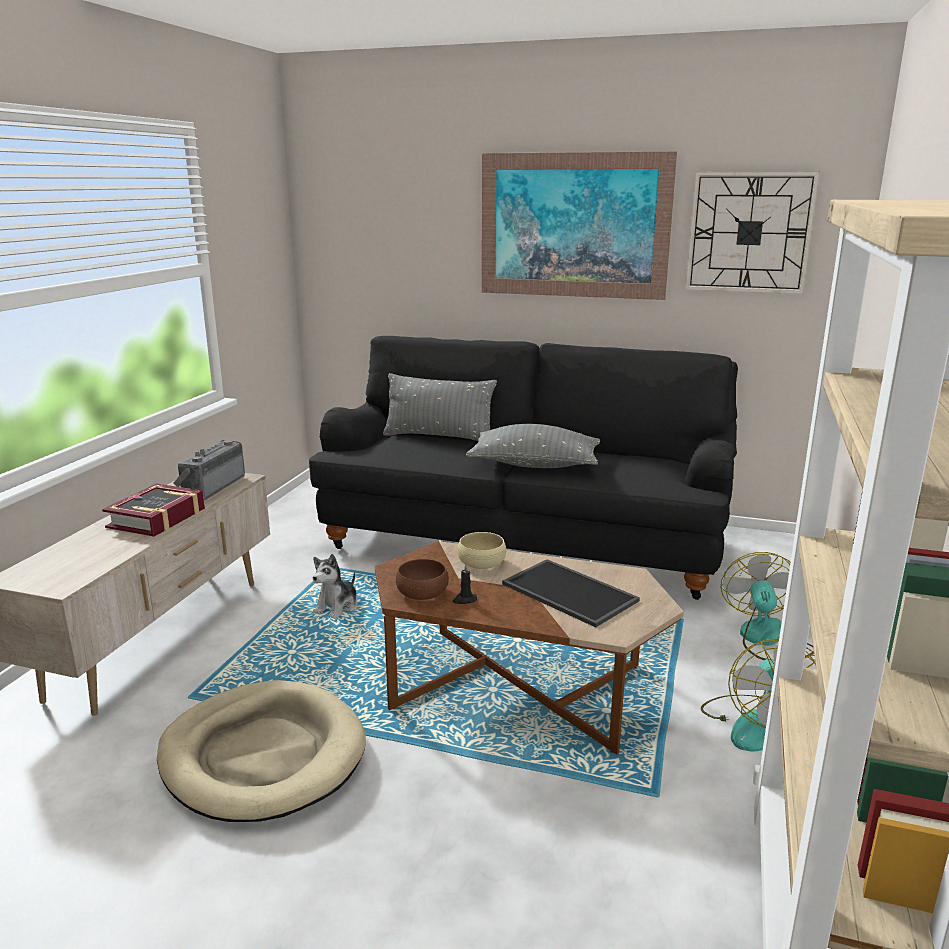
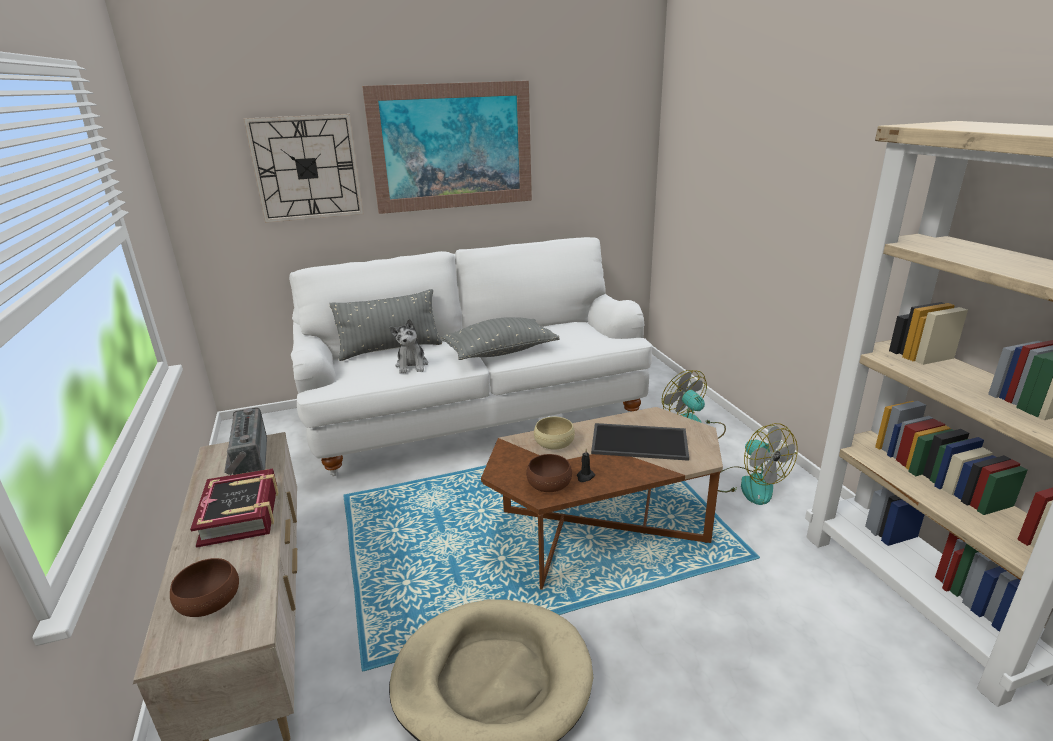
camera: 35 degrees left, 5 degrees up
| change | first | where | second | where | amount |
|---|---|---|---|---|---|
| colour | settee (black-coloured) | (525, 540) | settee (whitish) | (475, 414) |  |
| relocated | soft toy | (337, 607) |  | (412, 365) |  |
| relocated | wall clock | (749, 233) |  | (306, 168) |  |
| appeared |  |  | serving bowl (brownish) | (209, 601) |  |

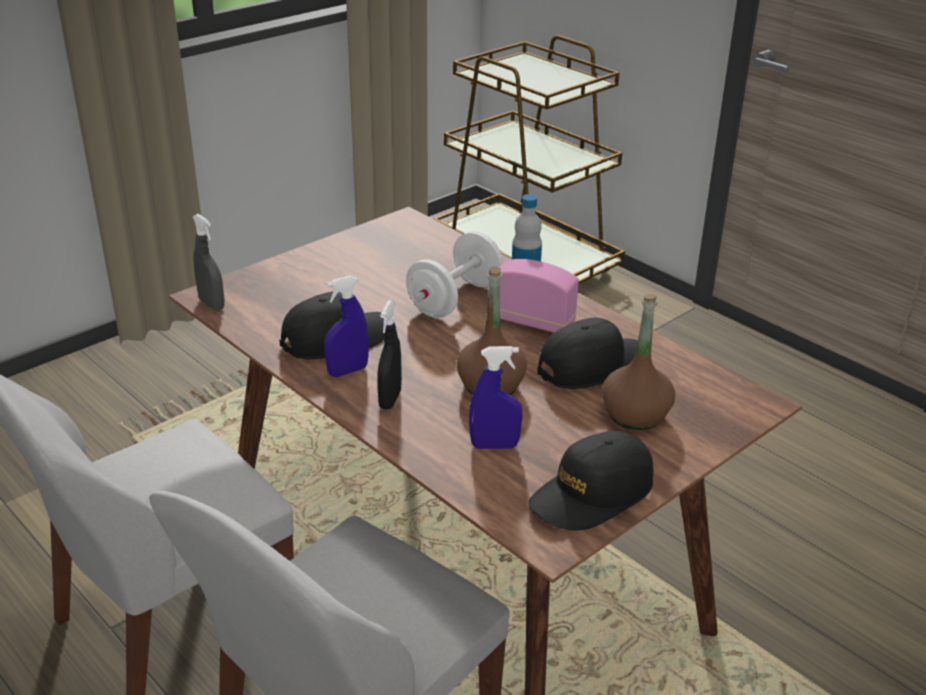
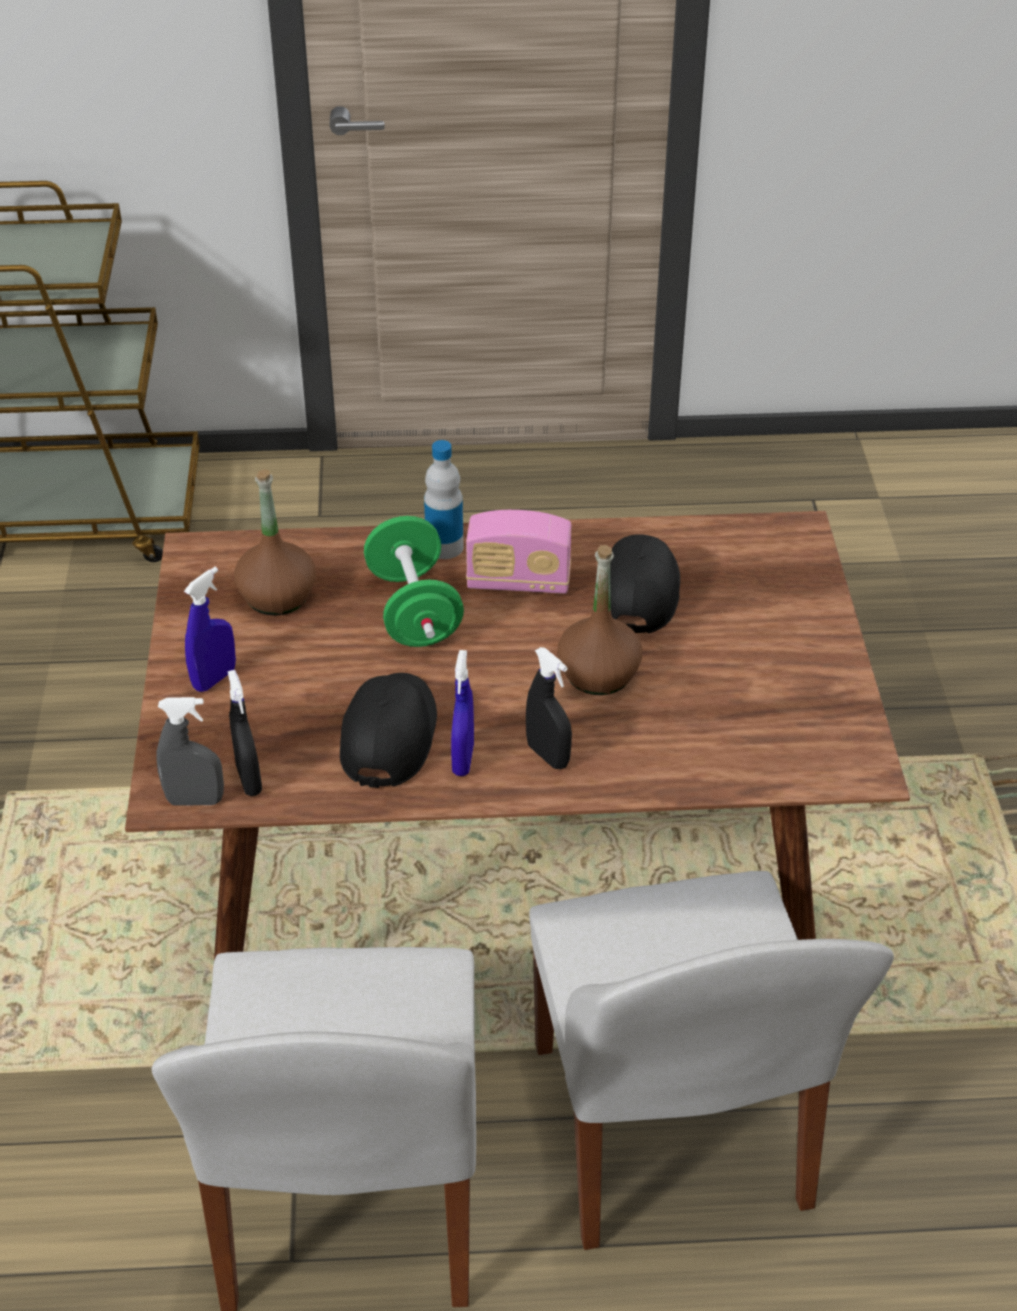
camera: 50 degrees left, 10 degrees up
| change | first | where | second | where | amount |
|---|---|---|---|---|---|
| colour | dumbbell (whitish) | (455, 299) | dumbbell (green-coloured) | (414, 610) |  |
| relocated | hand sprayer (blue) | (494, 446) |  | (214, 678) |  |
| spun | radio receiver | (532, 321) |  | (518, 582) | 150 degrees counterclockwise |
| missing | baseball cap (black-coloured) | (591, 494) |  |  |  |
| relocated | drink bottle (brownish) | (635, 414) |  | (277, 596) |  |
| appeared |  |  | hand sprayer (black-coloured) | (249, 780) |  |

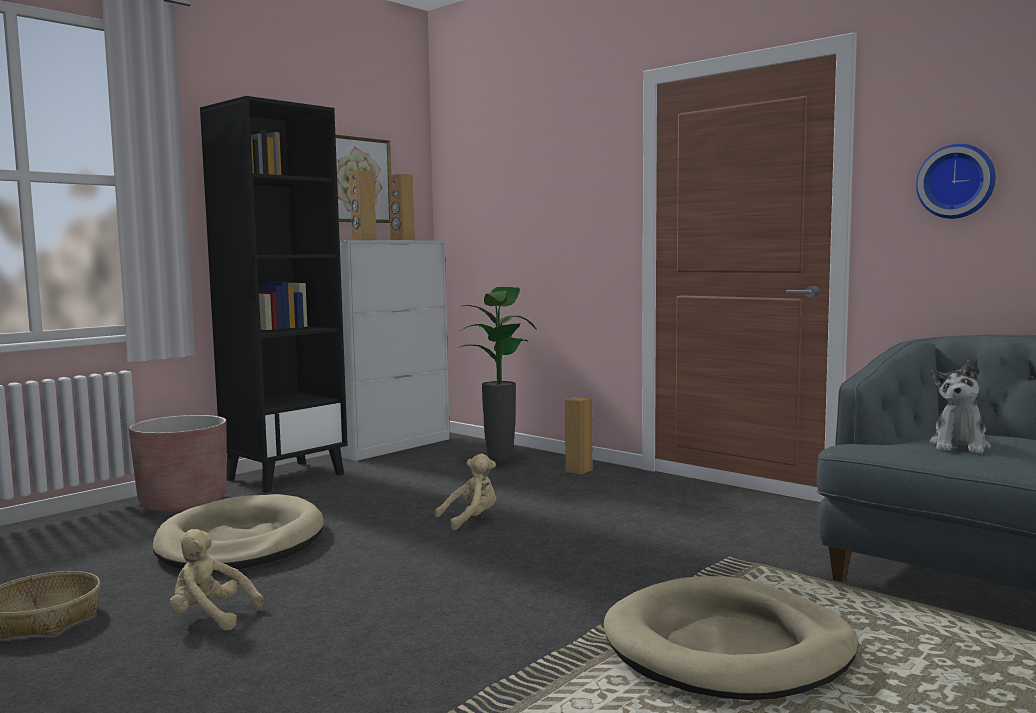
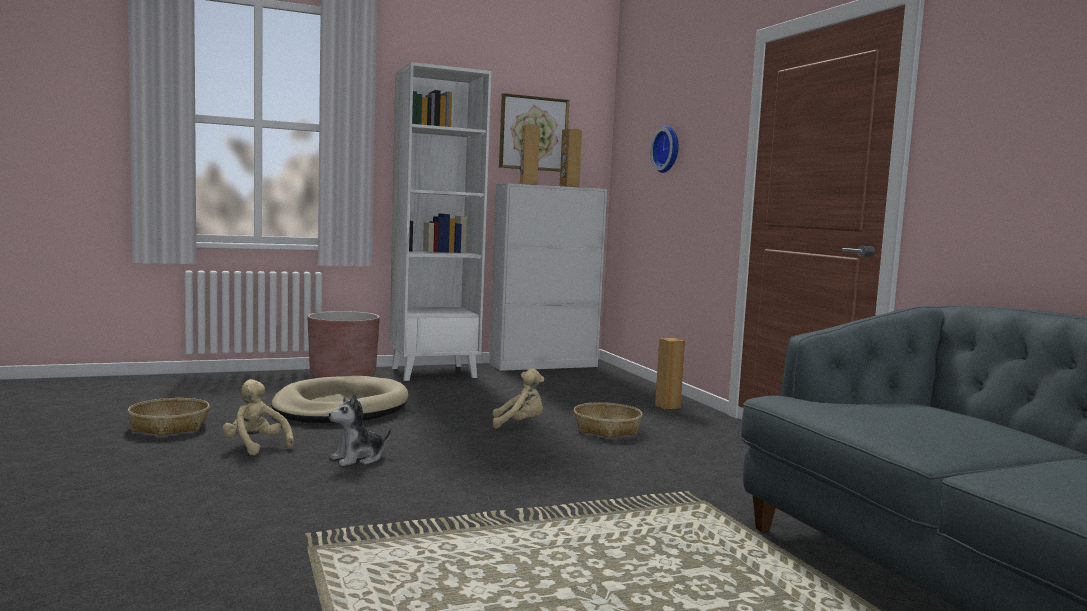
camera: 25 degrees right, 0 degrees up
| change | first | where | second | where | amount |
|---|---|---|---|---|---|
| colour | shelving unit (black-coloured) | (285, 476) | shelving unit (whitish) | (434, 372) |  |
| missing | houseplant | (501, 461) |  |  |  |
| missing | pet bed (sand-coloured) | (728, 647) |  |  |  |
| relocated | wall clock | (956, 181) |  | (668, 149) |  |
| relocated | soft toy | (959, 446) |  | (358, 459) |  |
| appeared |  |  | household basket | (607, 429) |  |

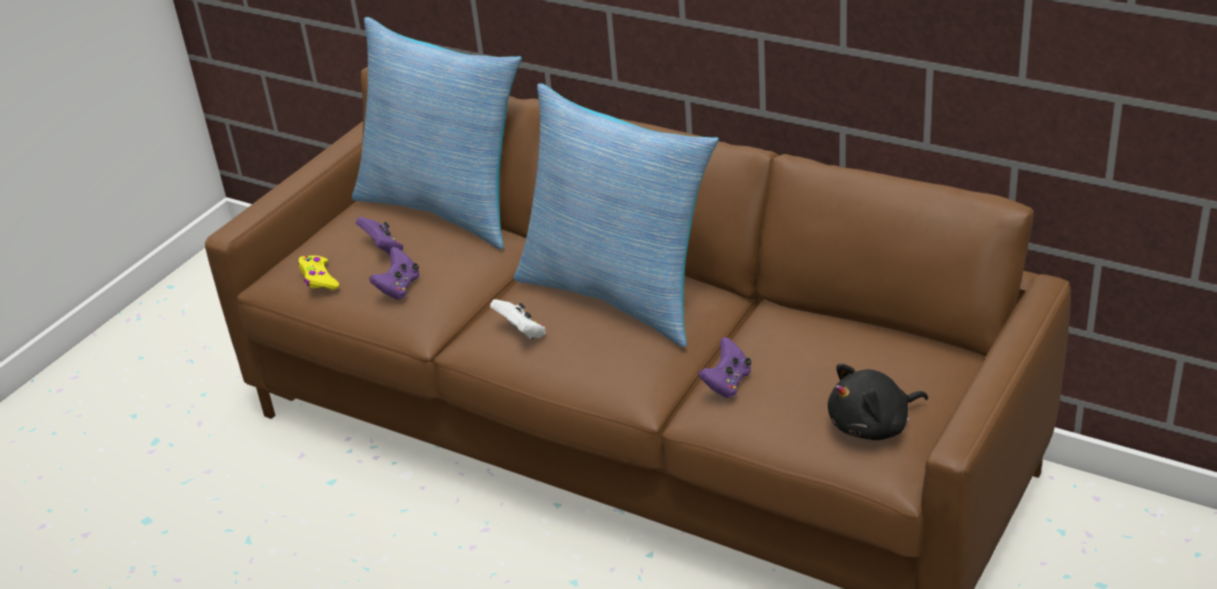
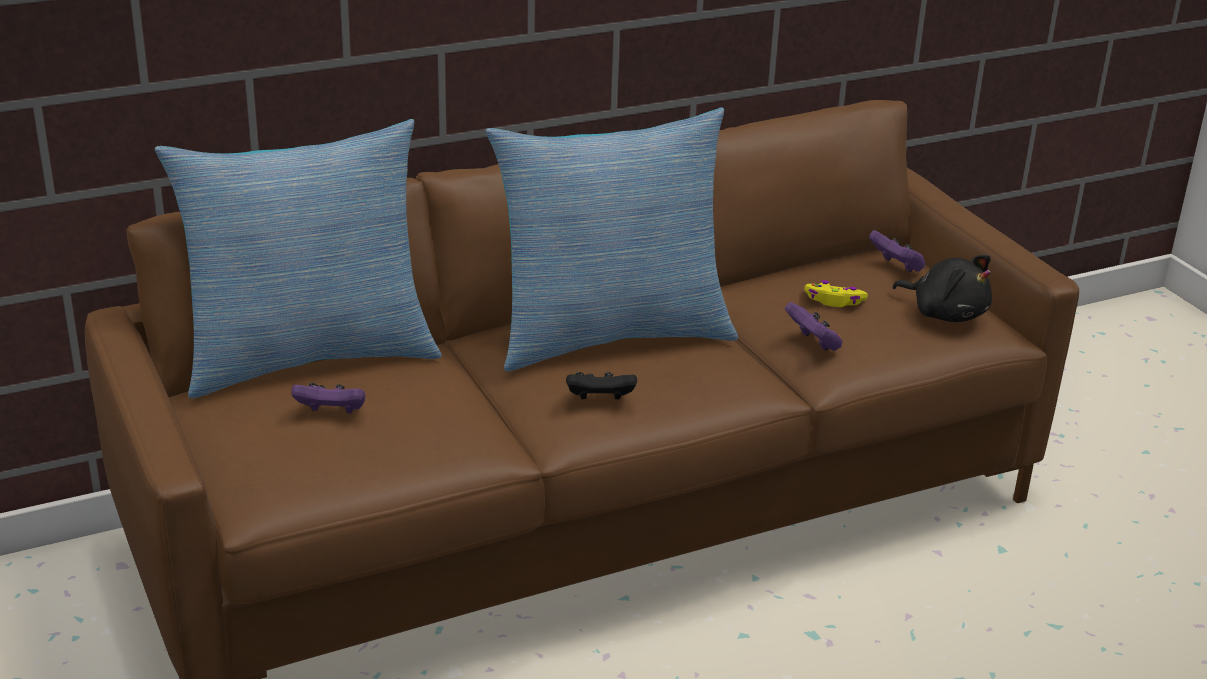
camera: 60 degrees left, 5 degrees down
| change | first | where | second | where | amount |
|---|---|---|---|---|---|
| relocated | joypad (yellow) | (318, 279) |  | (834, 301) |  |
| relocated | joypad (purplish) | (398, 288) |  | (897, 266) |  |
| colour | joypad (whitish) | (521, 333) | joypad (black-coloured) | (600, 400) |  |
| spun | soft toy (black-coloured) | (873, 426) |  | (945, 313) | 60 degrees counterclockwise |

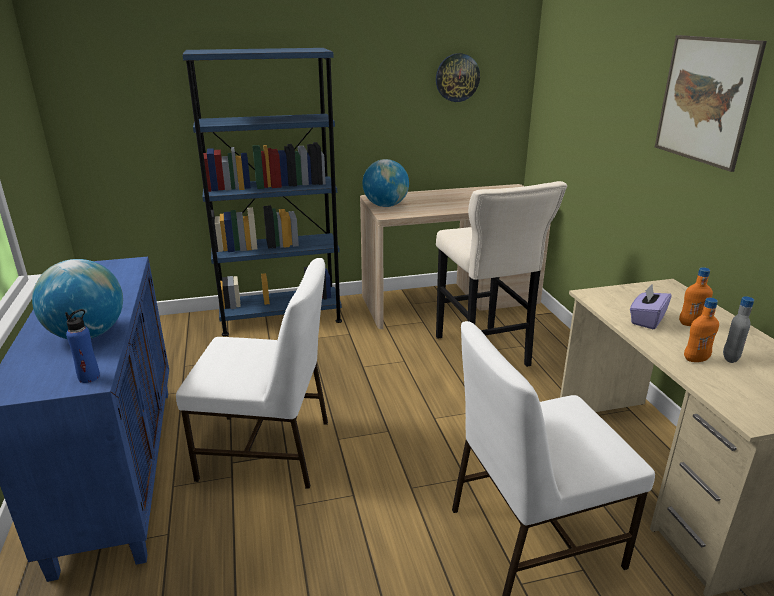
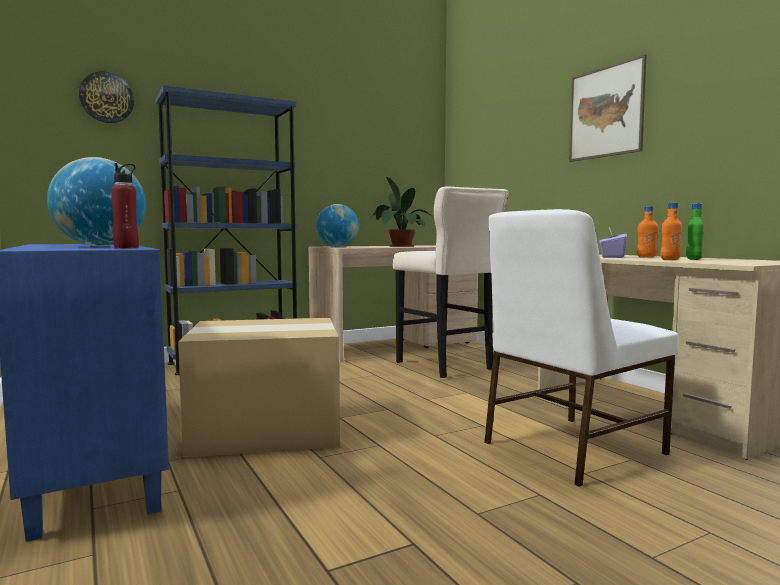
camera: 15 degrees left, 20 degrees down
| change | first | where | second | where | amount |
|---|---|---|---|---|---|
| colour | drink bottle (blue) | (89, 377) | drink bottle (red) | (126, 248) |  |
| exchanged | chair (whitish) | (268, 451) | packing box | (268, 430) |  |
| relocated | wall clock | (457, 77) |  | (106, 97) |  |
| colour | drink bottle (greyish) | (730, 358) | drink bottle (green-coloured) | (693, 259) |  |
| appeared |  |  | houseplant | (399, 246) |  |

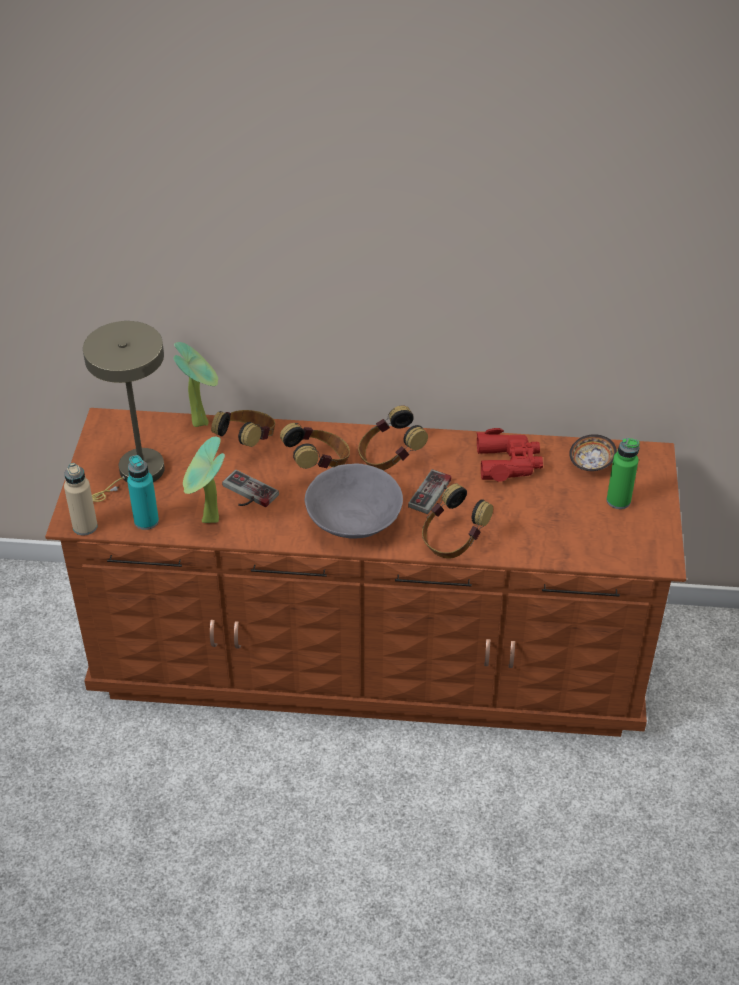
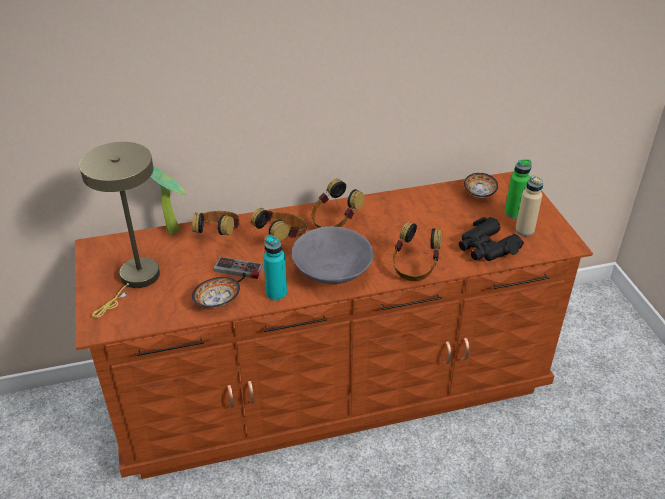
camera: 20 degrees left, 5 degrees down
| change | first | where | second | where | amount |
|---|---|---|---|---|---|
| relocated | drink bottle (sand-coloured) | (85, 526) |  | (524, 230) |  |
| relocated | drink bottle (blue-green) | (146, 521) |  | (276, 293) |  |
| exchanged | houseplant | (209, 522) | serving bowl | (216, 301) |  |
| missing | joypad | (436, 495) |  |  |  |
| missing | field glasses (red) | (508, 462) |  |  |  |
| appeared |  |  | field glasses (black-coloured) | (486, 248) |  |

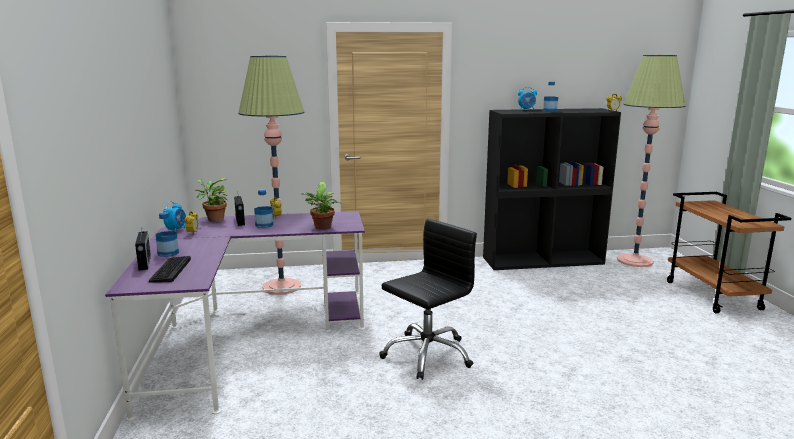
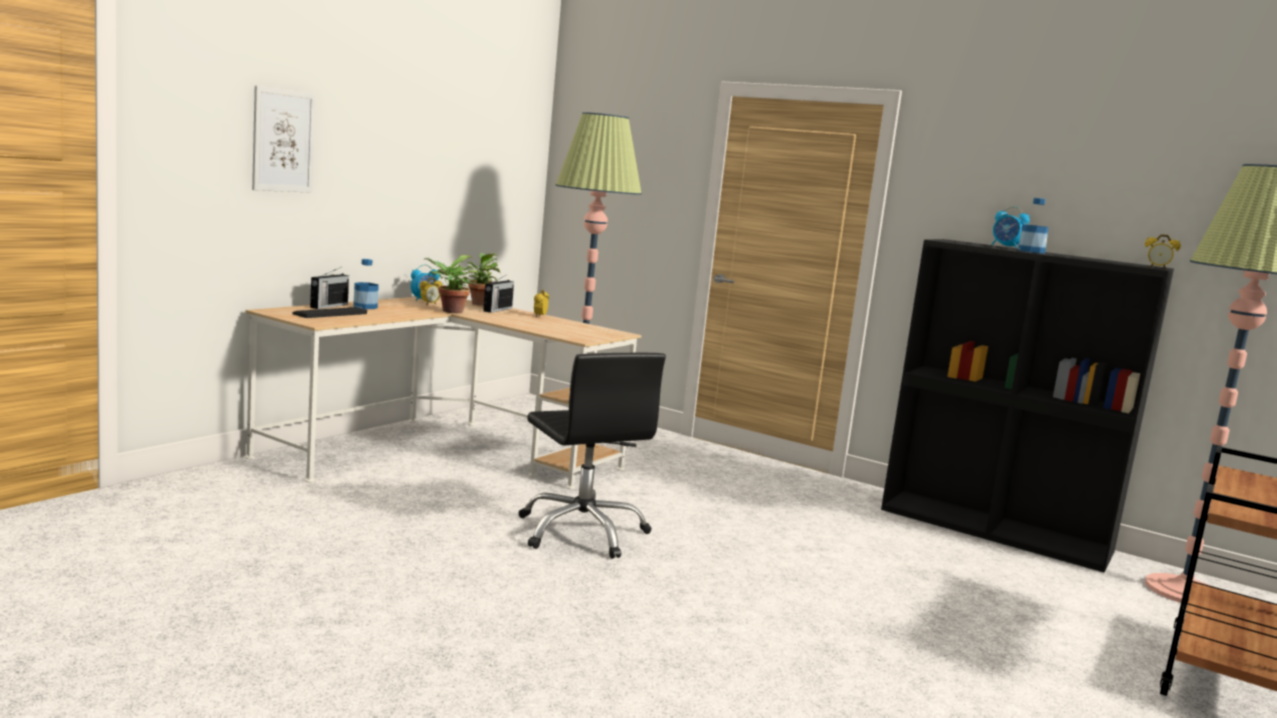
camera: 40 degrees right, 5 degrees down
| change | first | where | second | where | amount |
|---|---|---|---|---|---|
| colour | desk unit (purplish) | (243, 340) | desk unit (sand-coloured) | (442, 451) |  |
| missing | drink bottle | (264, 225) |  |  |  |
| relocated | houseplant | (322, 228) |  | (450, 311) |  |
| spun | computer chair (black-coloured) | (427, 354) |  | (582, 532) | 60 degrees clockwise |
| appeared |  |  | wall art | (283, 141) |  |

